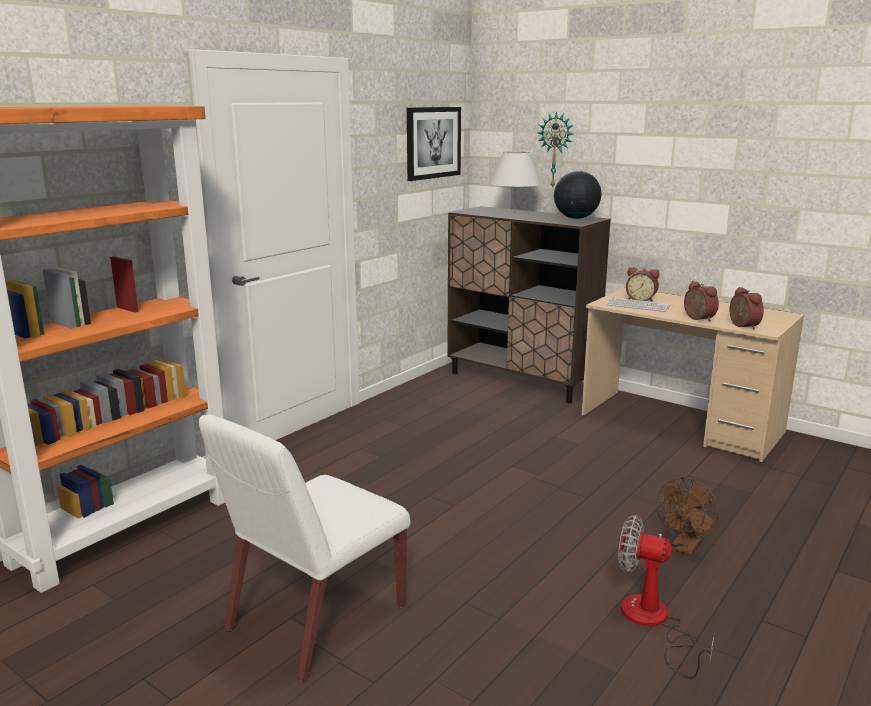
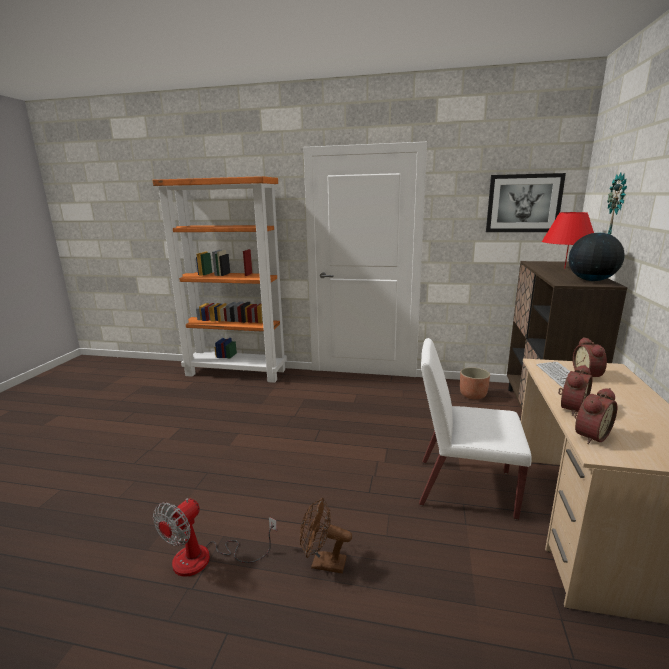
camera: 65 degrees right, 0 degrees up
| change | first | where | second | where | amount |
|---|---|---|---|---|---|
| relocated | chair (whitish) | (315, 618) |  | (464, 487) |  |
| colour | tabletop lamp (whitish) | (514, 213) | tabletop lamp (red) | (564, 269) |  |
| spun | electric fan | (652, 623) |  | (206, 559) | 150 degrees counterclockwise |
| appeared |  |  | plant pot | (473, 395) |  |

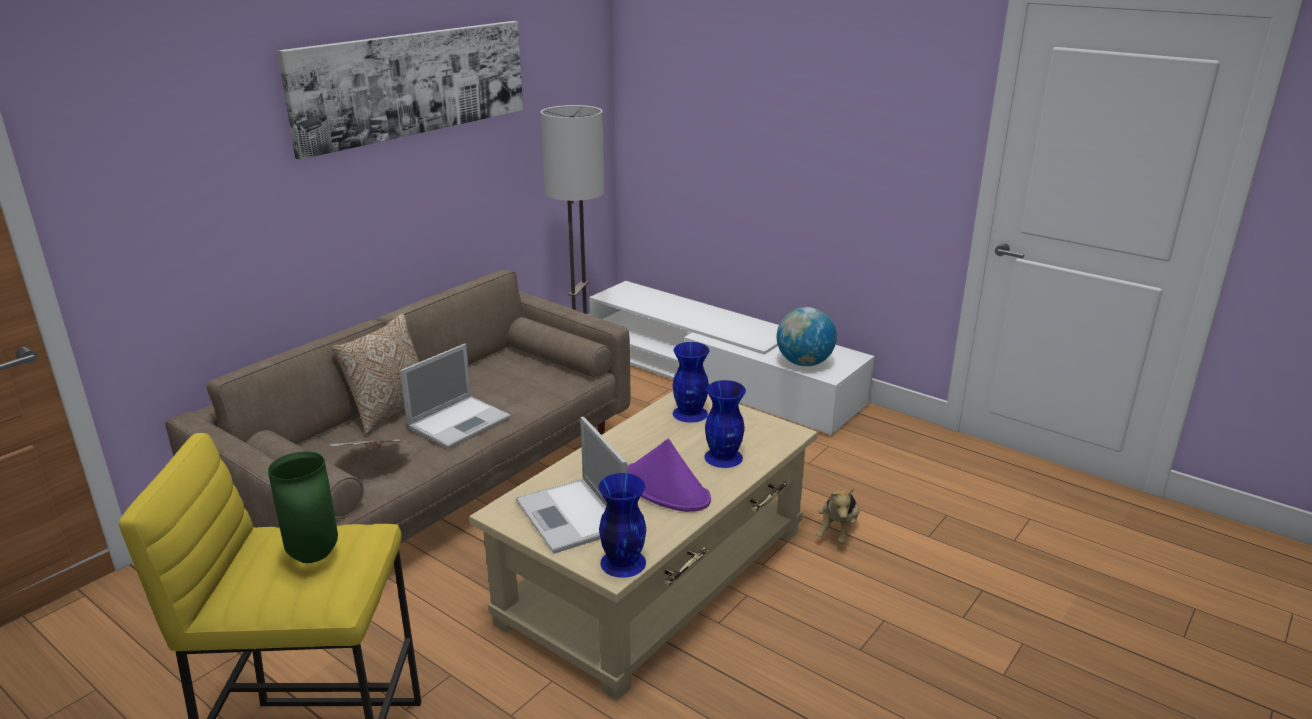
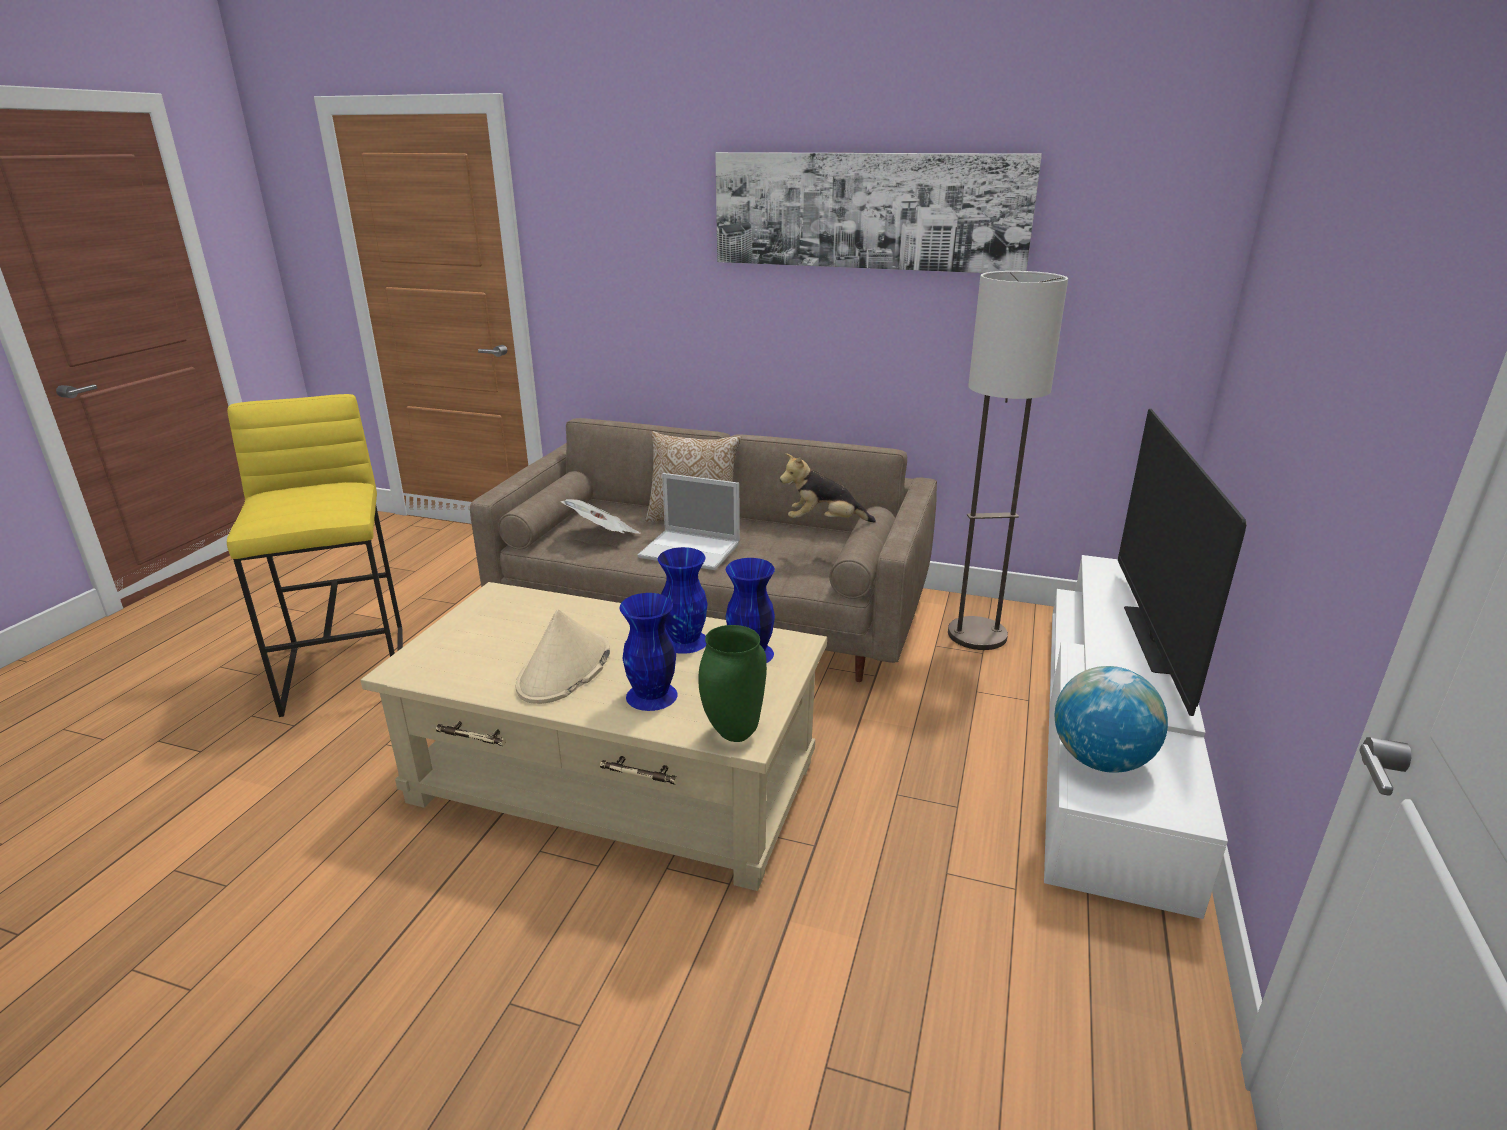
camera: 70 degrees right, 0 degrees up
| change | first | where | second | where | amount |
|---|---|---|---|---|---|
| relocated | vase (green-coloured) | (315, 555) |  | (734, 734) |  |
| missing | notebook computer | (572, 516) |  |  |  |
| relocated | vase (blue) | (622, 562) |  | (685, 640) |  |
| colour | hat (purplish) | (666, 488) | hat (sand-coloured) | (564, 670) |  |
| relocated | soft toy | (838, 531) |  | (824, 523) |  |
| appeared |  |  | television | (1150, 640) |  |

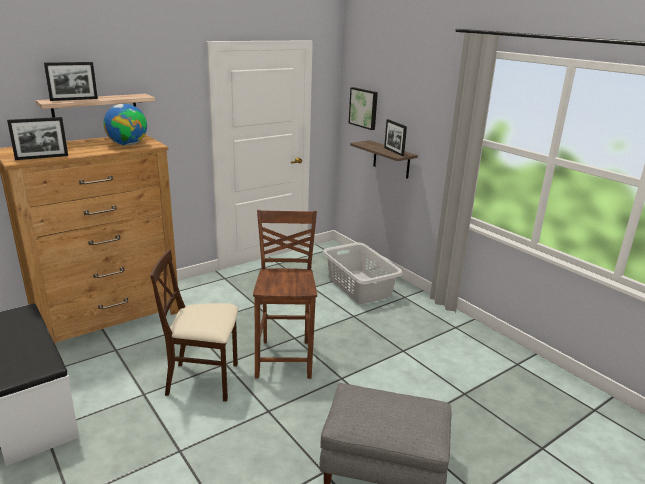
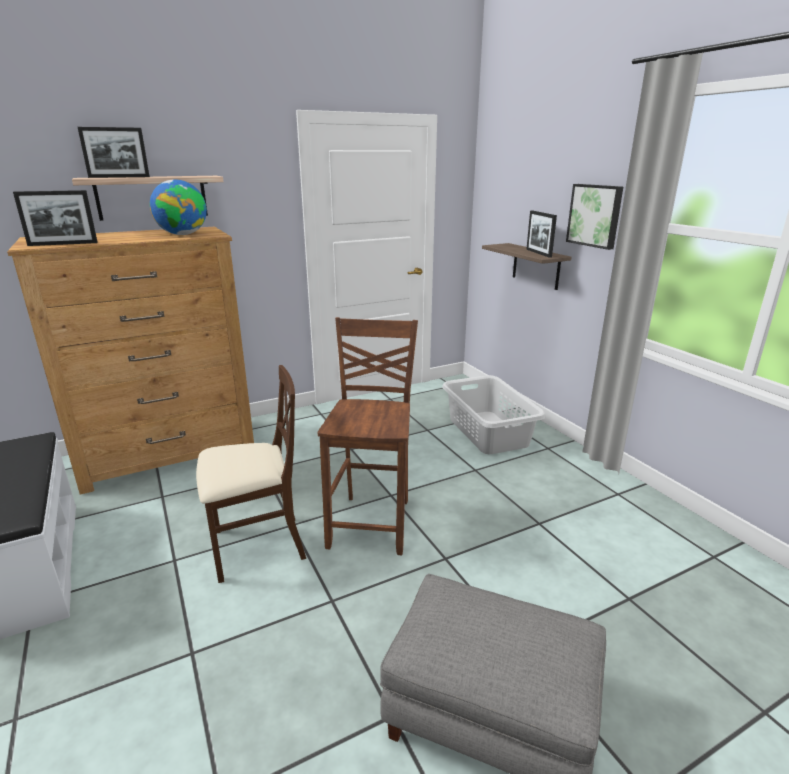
camera: 10 degrees right, 0 degrees up
| change | first | where | second | where | amount |
|---|---|---|---|---|---|
| spun | chair (sand-coloured) | (204, 380) |  | (257, 546) | 150 degrees clockwise |
| relocated | wall art | (364, 108) |  | (595, 215) |  |

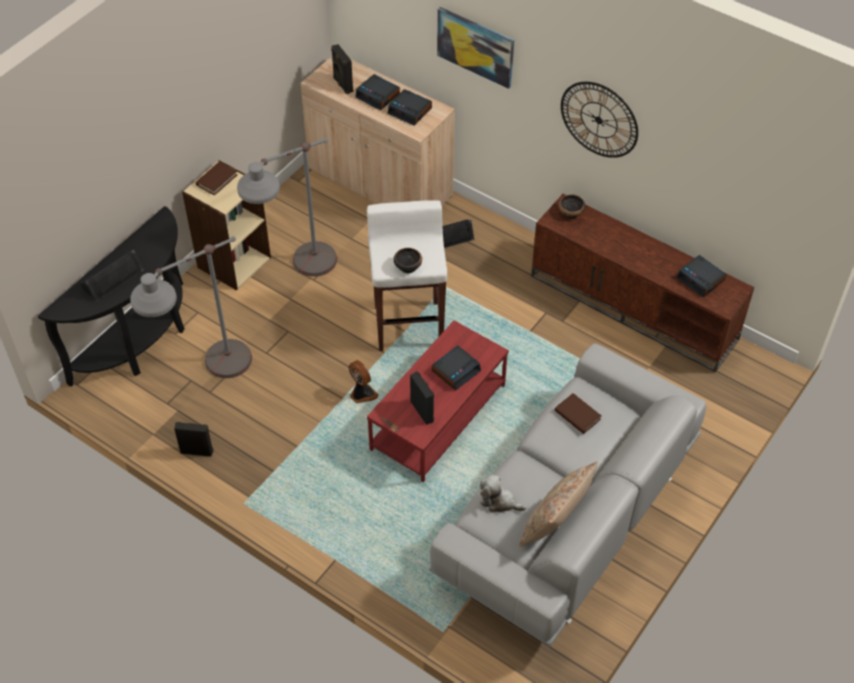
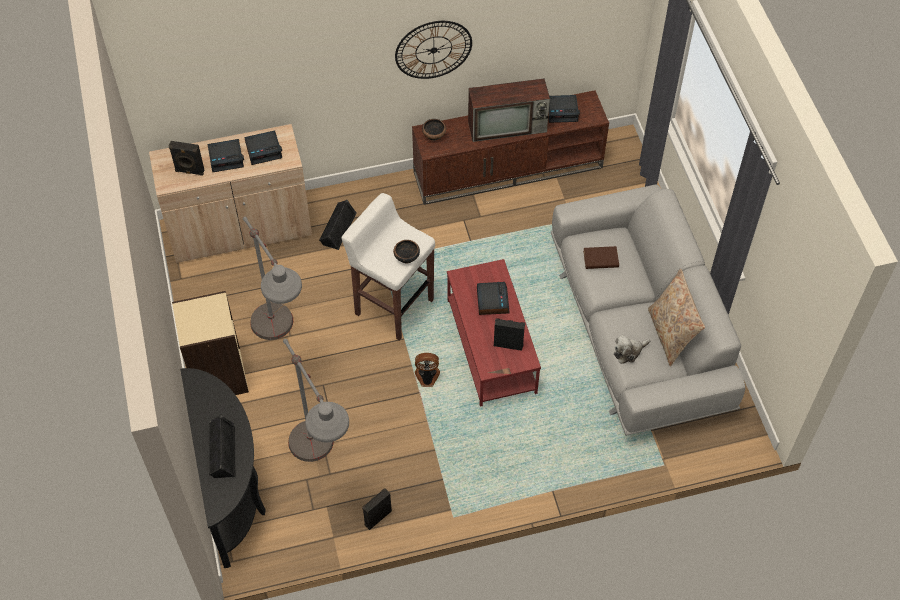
camera: 50 degrees left, 5 degrees up
| change | first | where | second | where | amount |
|---|---|---|---|---|---|
| missing | volume (brownish) | (216, 180) |  |  |  |
| missing | wall art | (475, 46) |  |  |  |
| appeared |  |  | television | (508, 126) |  |

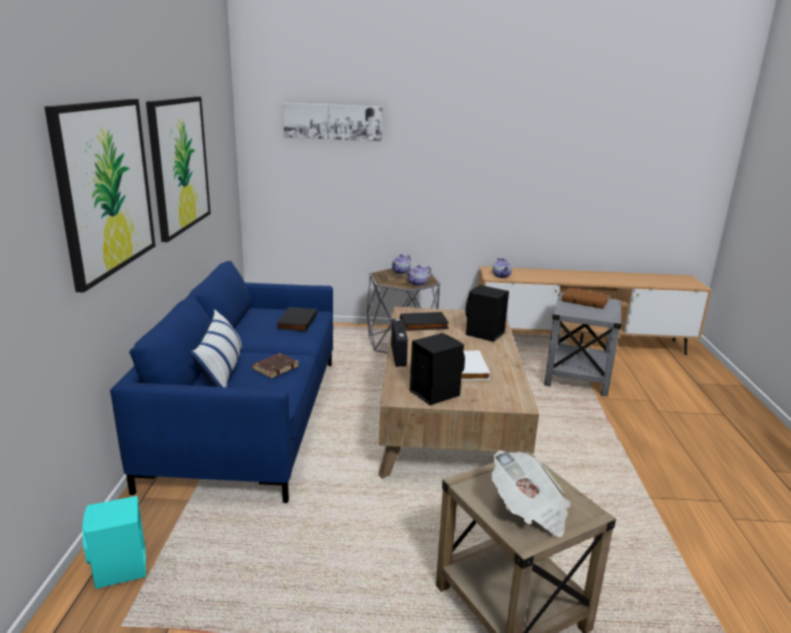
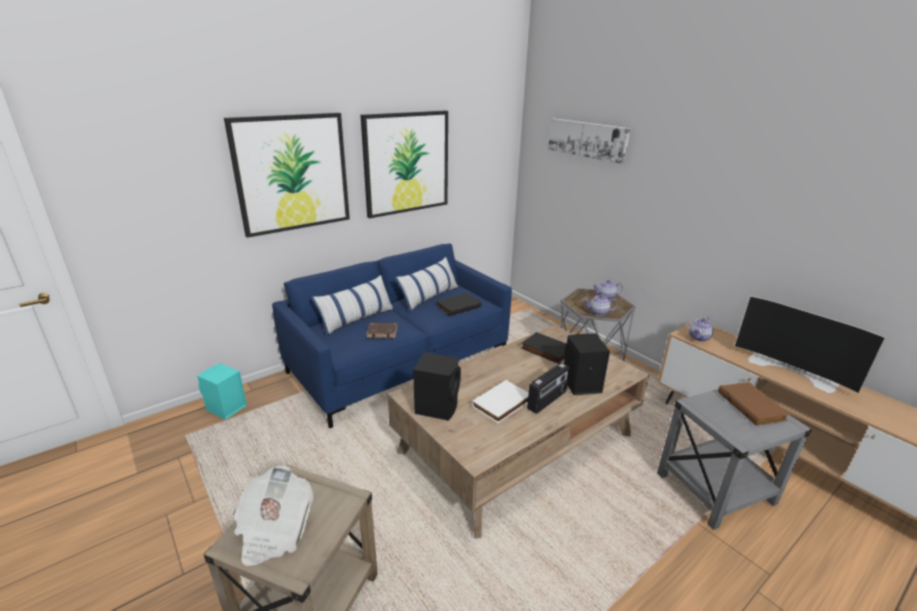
camera: 50 degrees right, 5 degrees up
| change | first | where | second | where | amount |
|---|---|---|---|---|---|
| relocated | radio receiver | (399, 356) |  | (547, 400) |  |
| appeared |  |  | cushion | (429, 297) |  |
| appeared |  |  | television | (793, 370) |  |

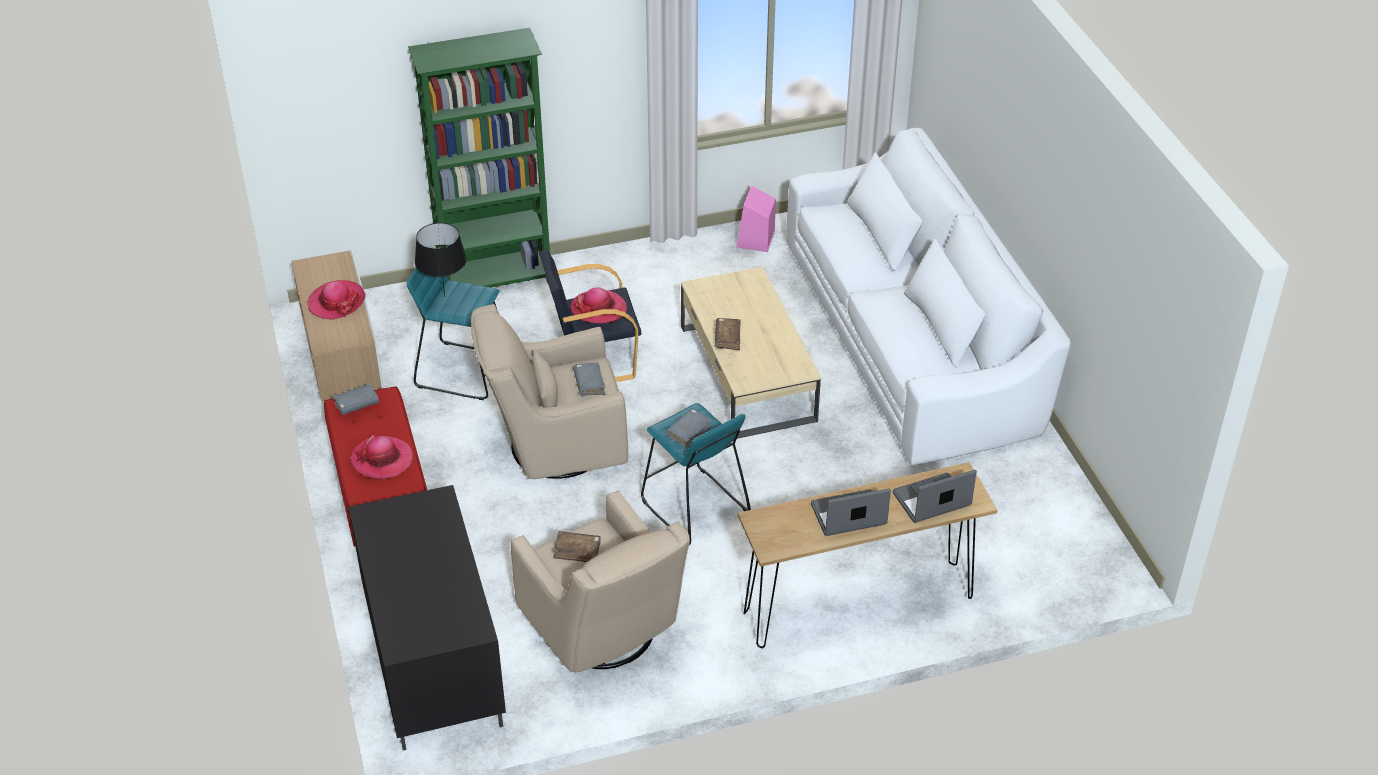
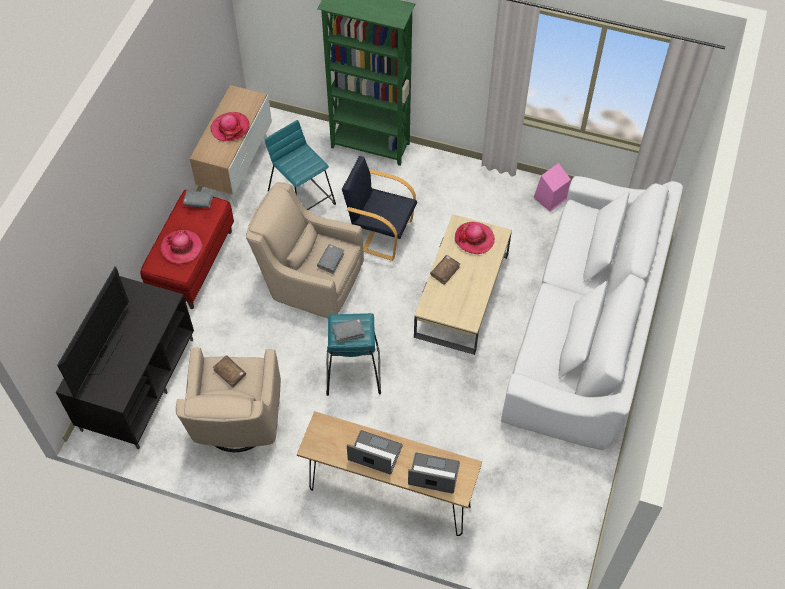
camera: 35 degrees right, 15 degrees up
| change | first | where | second | where | amount |
|---|---|---|---|---|---|
| missing | tabletop lamp (black-coloured) | (445, 296) |  |  |  |
| relocated | hat | (598, 309) |  | (474, 239) |  |
| appeared |  |  | television | (102, 351) |  |

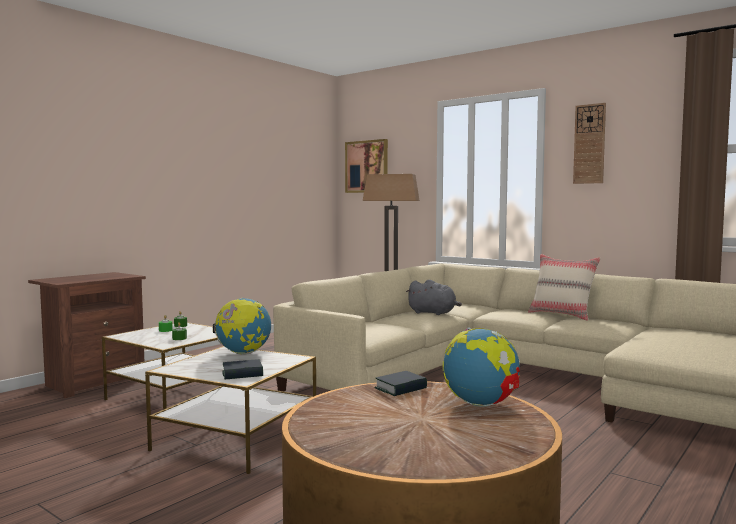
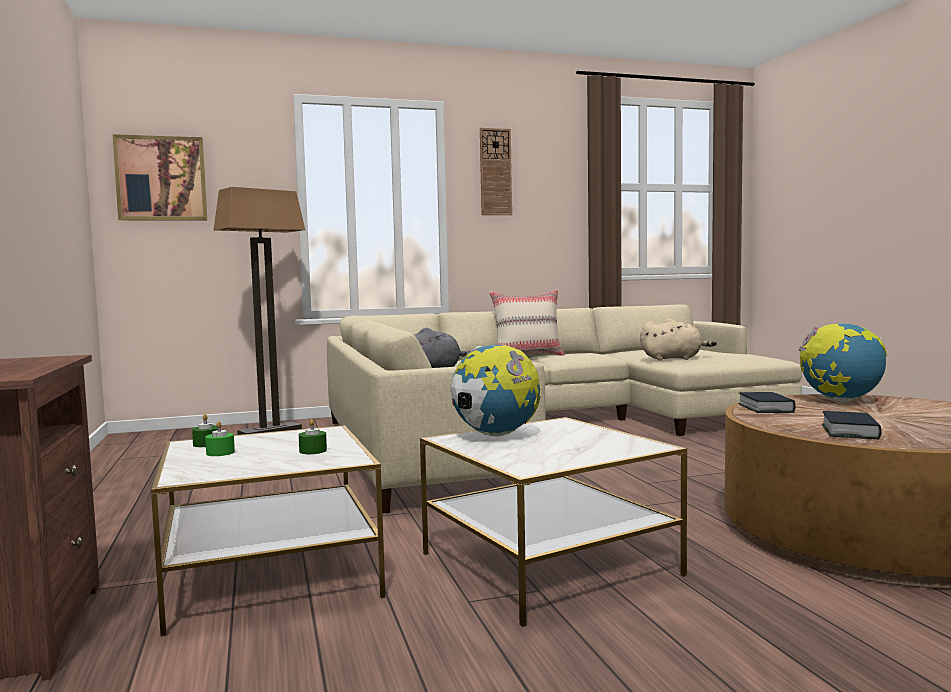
camera: 55 degrees left, 0 degrees up
| change | first | where | second | where | amount |
|---|---|---|---|---|---|
| relocated | volume | (242, 374) |  | (850, 432) |  |
| appeared |  |  | soft toy (sand-coloured) | (674, 359) |  |

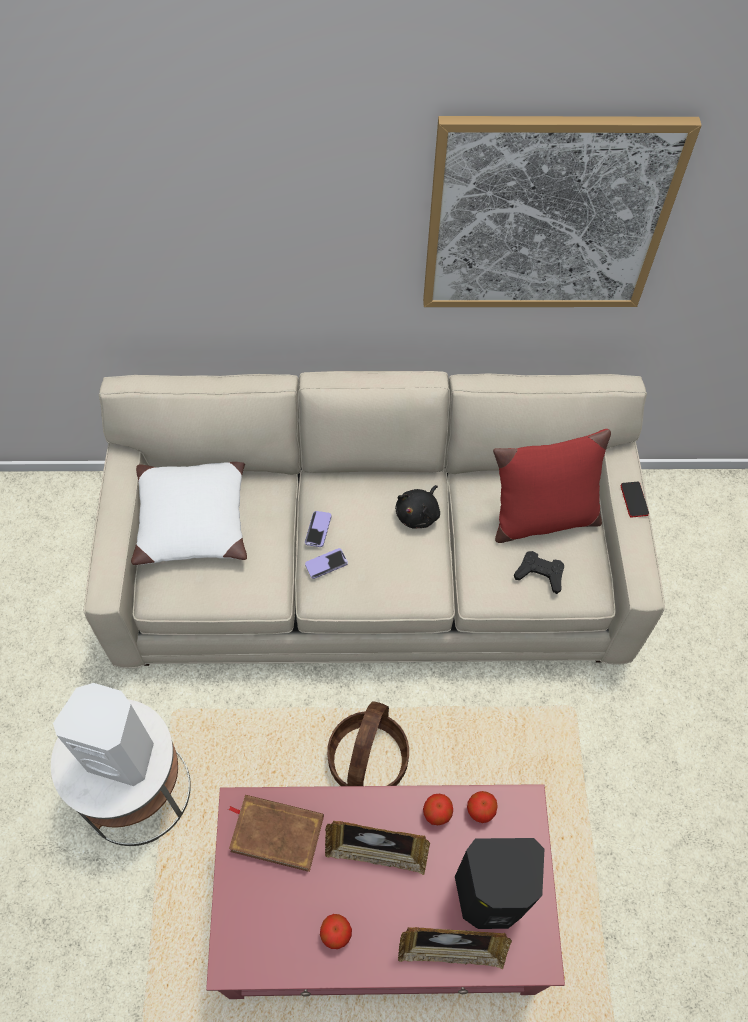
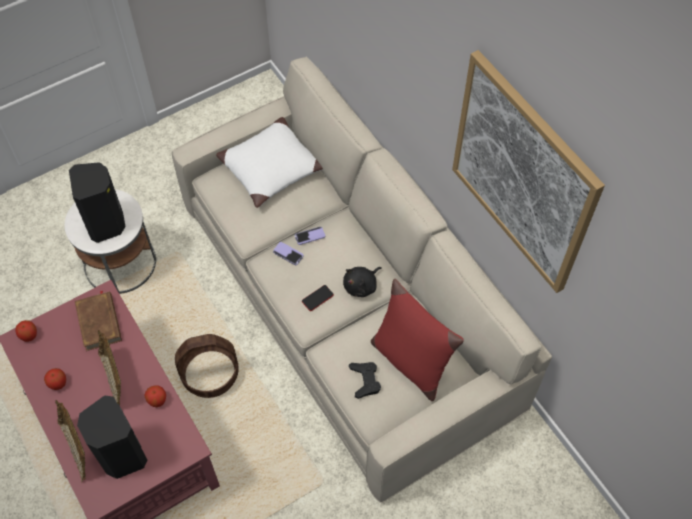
camera: 60 degrees right, 0 degrees up
| change | first | where | second | where | amount |
|---|---|---|---|---|---|
| colour | speaker (whitish) | (122, 754) | speaker (black-coloured) | (107, 224) |  |
| spun | soft toy (black-coloured) | (418, 514) |  | (361, 286) | 45 degrees counterclockwise |
| relocated | apple fruit | (480, 811) |  | (29, 335) |  |
| relocated | handset | (634, 500) |  | (317, 298) |  |

